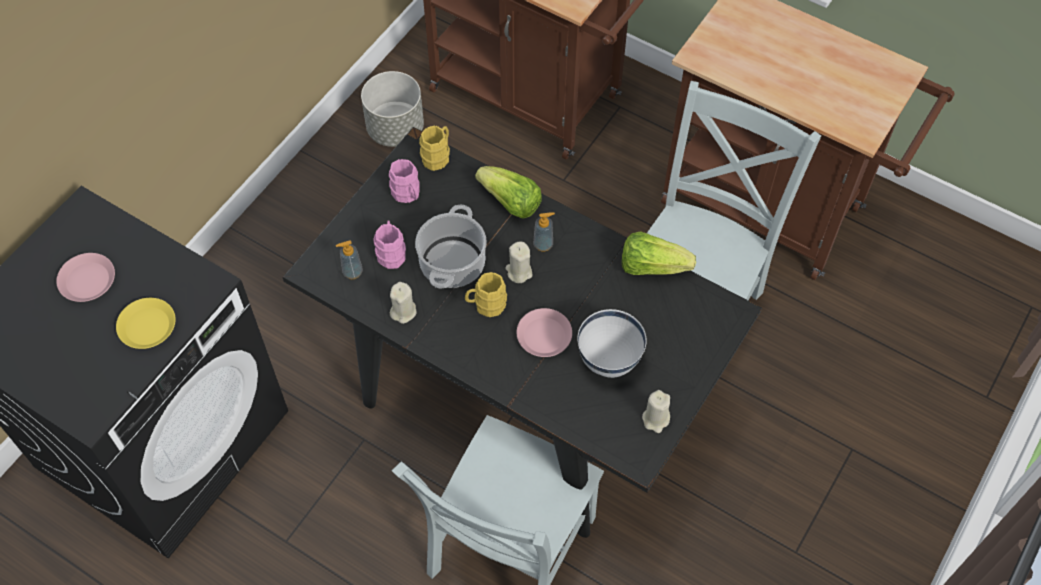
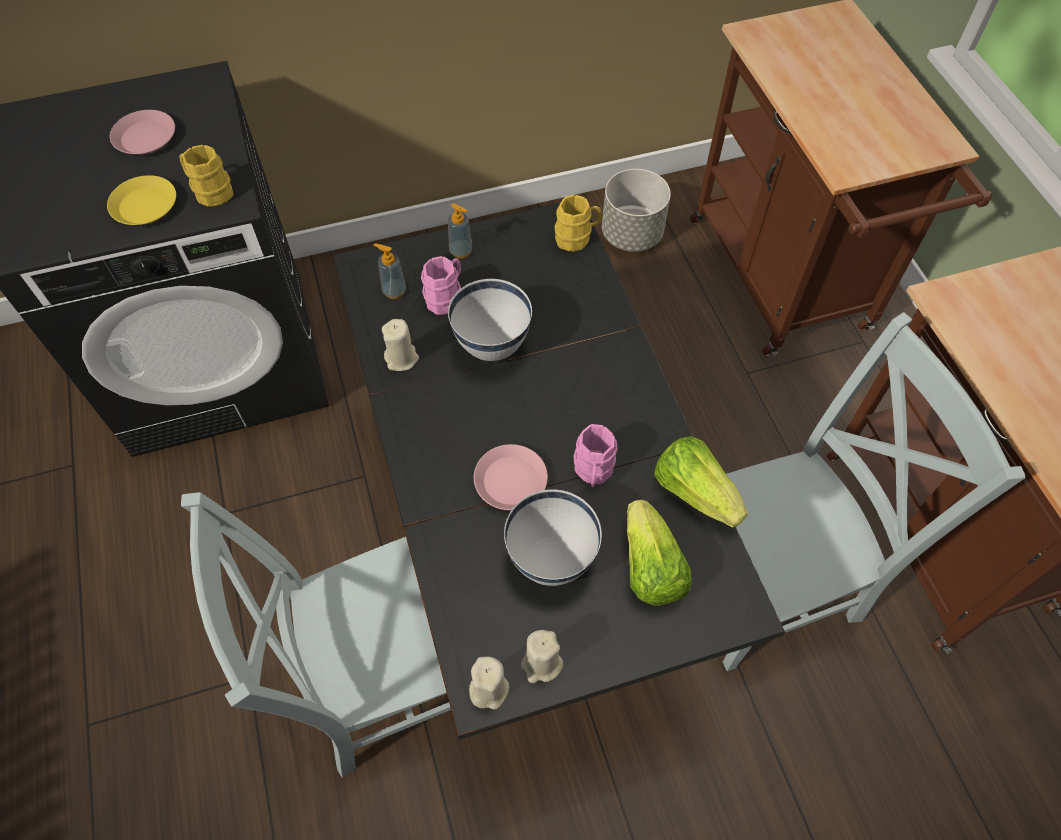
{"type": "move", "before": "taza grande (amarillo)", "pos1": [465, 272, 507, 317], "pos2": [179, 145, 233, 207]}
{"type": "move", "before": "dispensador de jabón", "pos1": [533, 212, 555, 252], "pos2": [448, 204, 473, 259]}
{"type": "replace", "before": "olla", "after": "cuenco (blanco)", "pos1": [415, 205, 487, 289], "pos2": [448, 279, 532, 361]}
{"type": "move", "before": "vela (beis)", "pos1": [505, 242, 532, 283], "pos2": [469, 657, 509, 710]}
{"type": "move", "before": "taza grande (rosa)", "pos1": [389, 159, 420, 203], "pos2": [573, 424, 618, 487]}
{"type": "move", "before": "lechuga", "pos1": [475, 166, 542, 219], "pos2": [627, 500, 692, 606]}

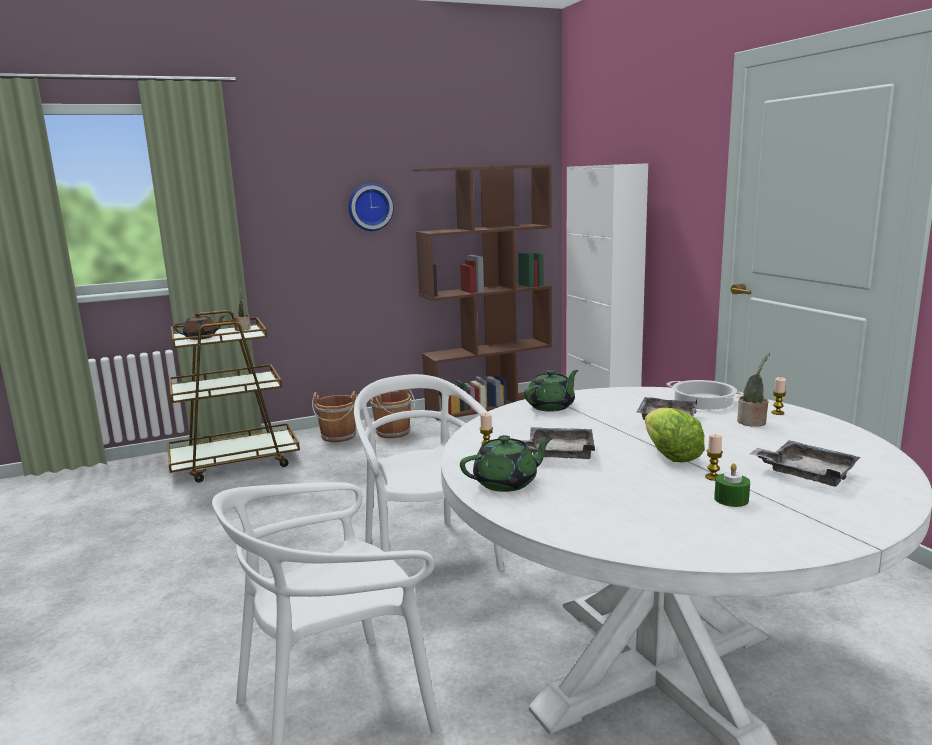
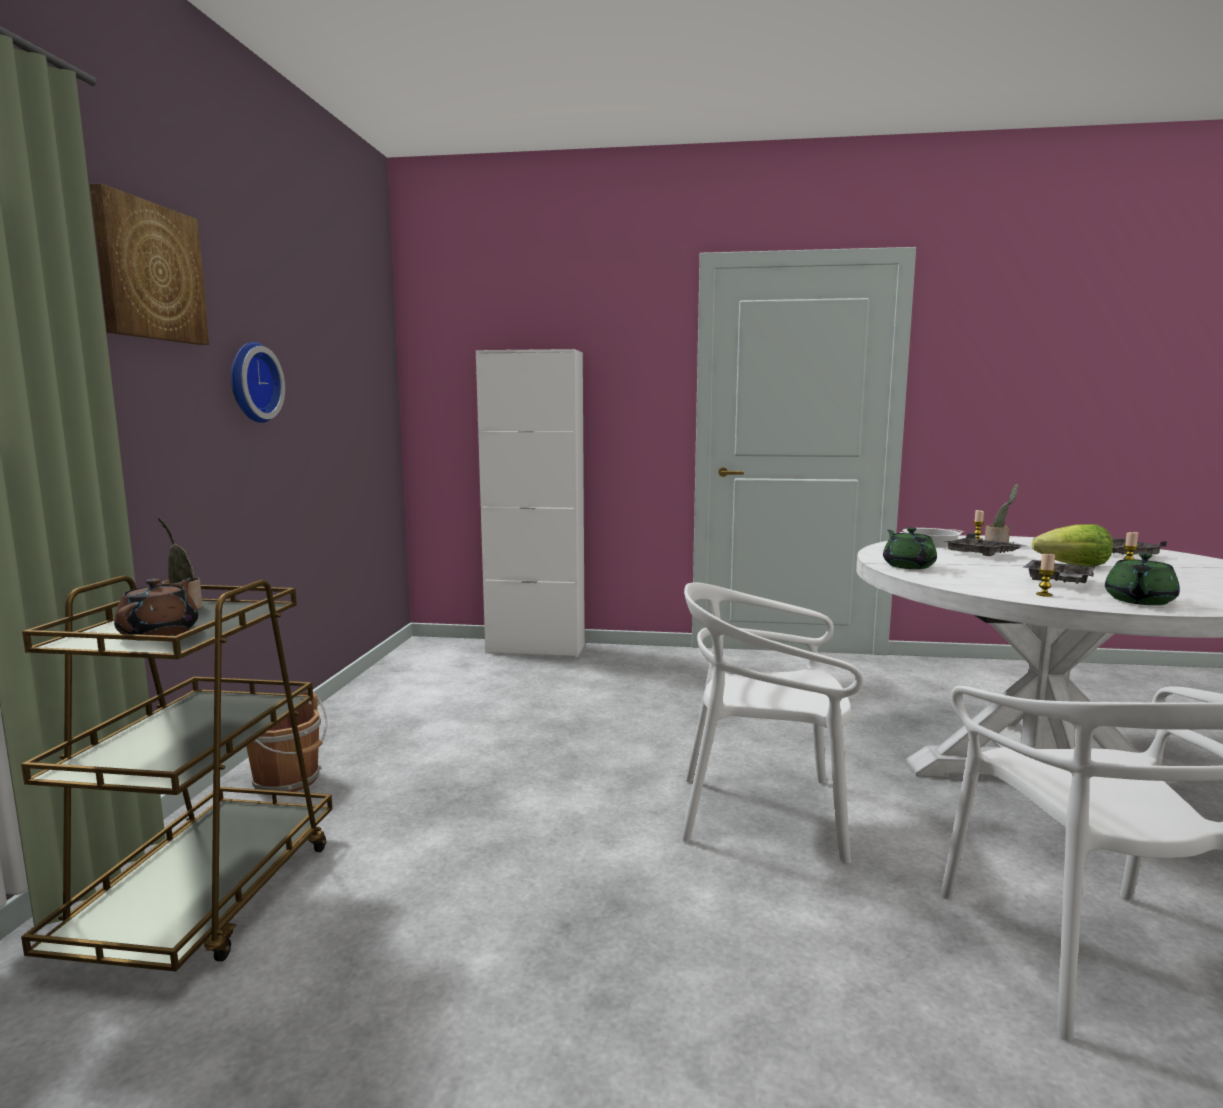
{"type": "insert", "after": "cuadro", "pos2": [90, 183, 209, 345]}
{"type": "rotate", "before": "tetera (verde)", "pos1": [460, 435, 553, 492], "pos2": [1105, 553, 1180, 605], "turn": -150}
{"type": "delete", "before": "cubo (marrón)", "pos1": [371, 389, 415, 438]}
{"type": "delete", "before": "estantería (marrón)", "pos1": [412, 164, 552, 421]}
{"type": "delete", "before": "vela (verde)", "pos1": [714, 463, 750, 507]}

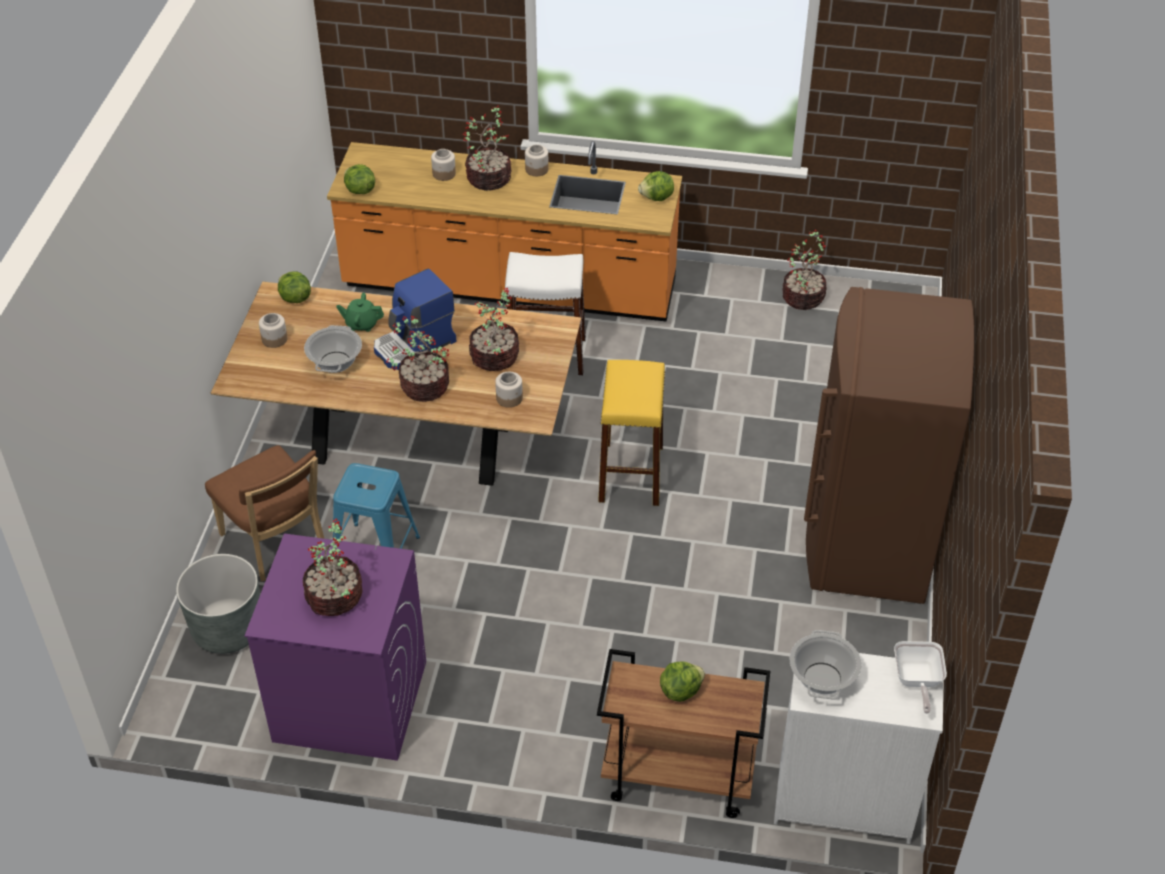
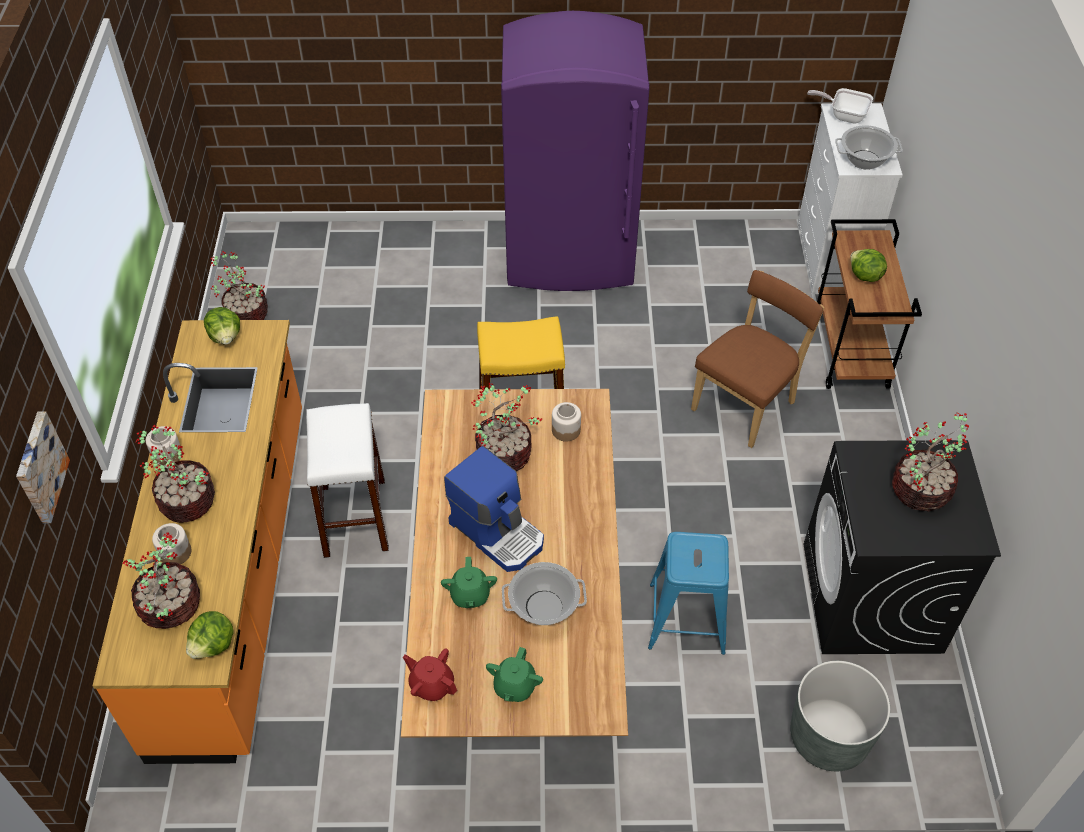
{"type": "insert", "after": "cuadro", "pos2": [16, 412, 70, 523]}
{"type": "move", "before": "planta en maceta", "pos1": [386, 316, 449, 402], "pos2": [122, 532, 200, 629]}
{"type": "replace", "before": "lechuga", "after": "tetera (rojo)", "pos1": [278, 272, 311, 303], "pos2": [403, 648, 457, 701]}
{"type": "replace", "before": "tarro", "after": "tetera (verde)", "pos1": [259, 313, 288, 348], "pos2": [486, 647, 543, 702]}
{"type": "recolor", "before": "nevera (marrón)", "after": "nevera (morado)", "pos1": [804, 287, 975, 604], "pos2": [501, 11, 650, 291]}
{"type": "move", "before": "silla (marrón)", "pos1": [205, 445, 324, 581], "pos2": [691, 270, 825, 448]}
{"type": "recolor", "before": "lavadora (morado)", "after": "lavadora (negro)", "pos1": [245, 533, 426, 761], "pos2": [803, 440, 1001, 654]}
{"type": "rotate", "before": "sartén", "pos1": [894, 641, 947, 714], "pos2": [807, 88, 873, 124], "turn": -150}

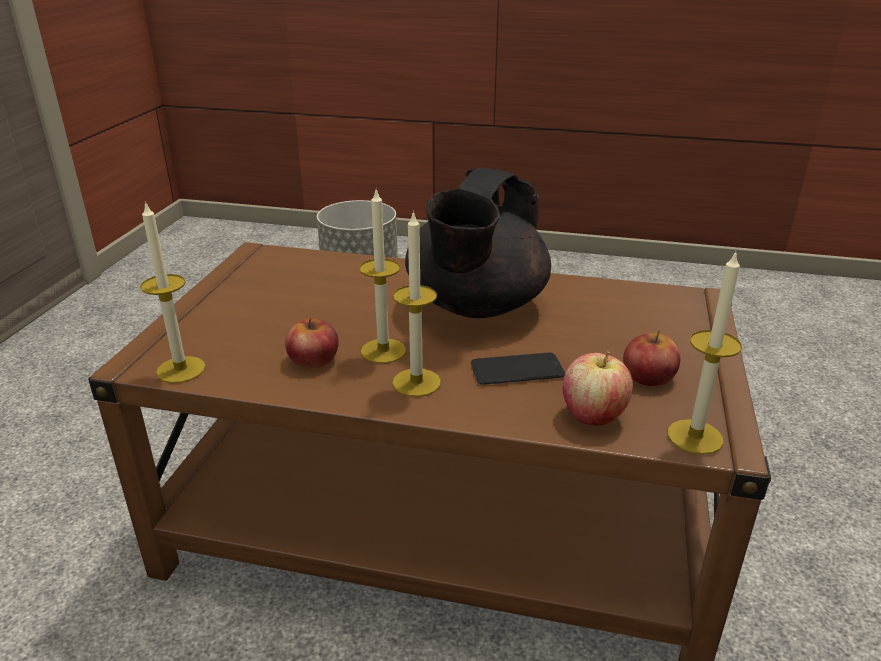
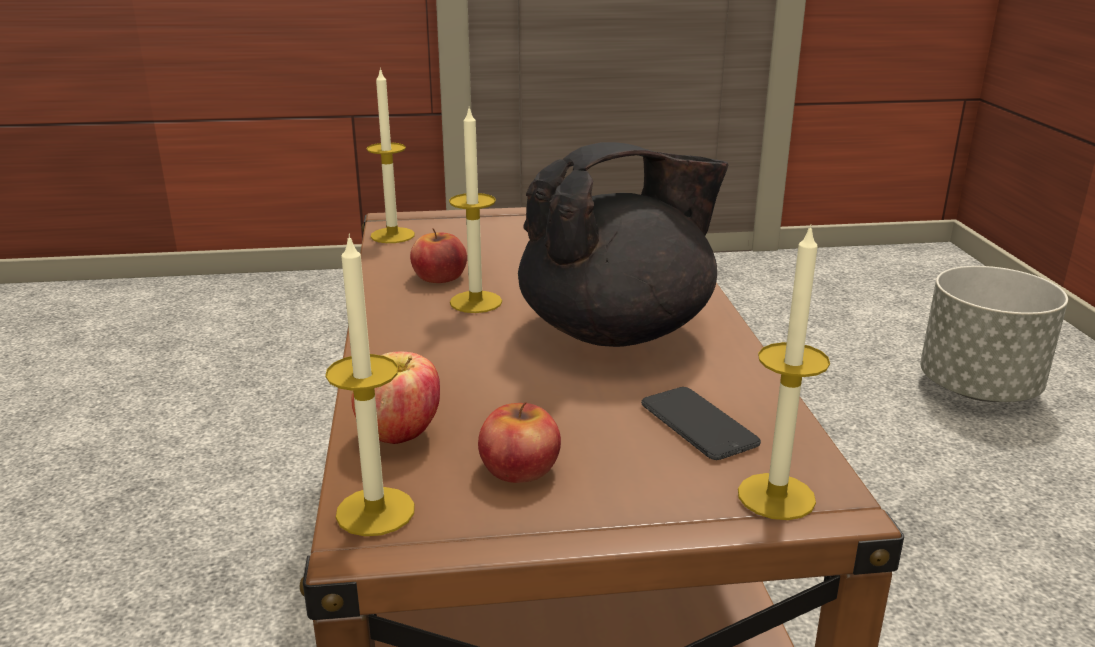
{"type": "rotate", "before": "tetera (negro)", "pos1": [405, 168, 551, 318], "pos2": [518, 142, 728, 347], "turn": 150}
{"type": "move", "before": "móvil", "pos1": [471, 353, 565, 385], "pos2": [641, 387, 761, 460]}
{"type": "move", "before": "vela", "pos1": [392, 210, 441, 397], "pos2": [738, 224, 830, 520]}

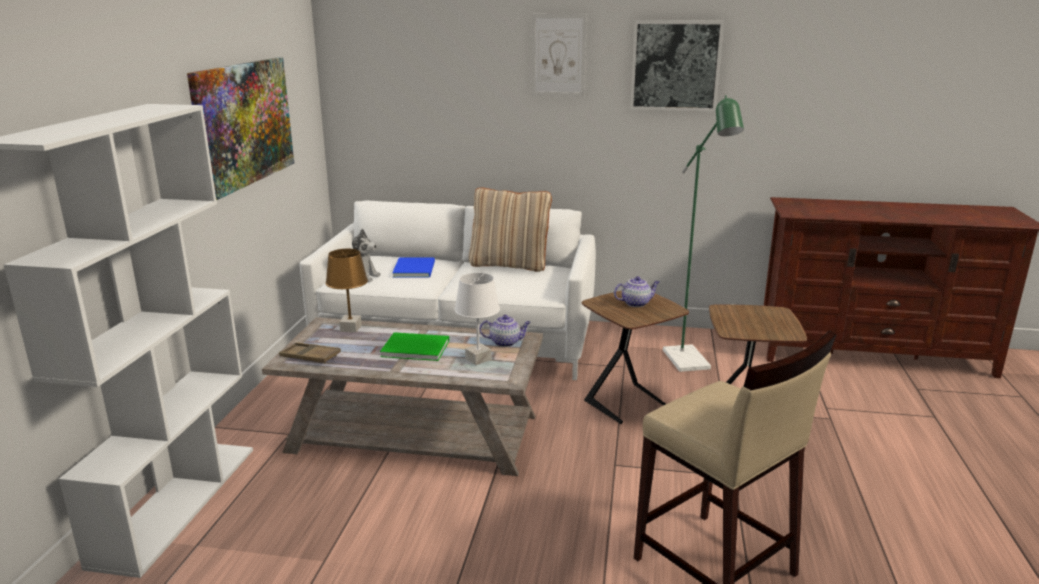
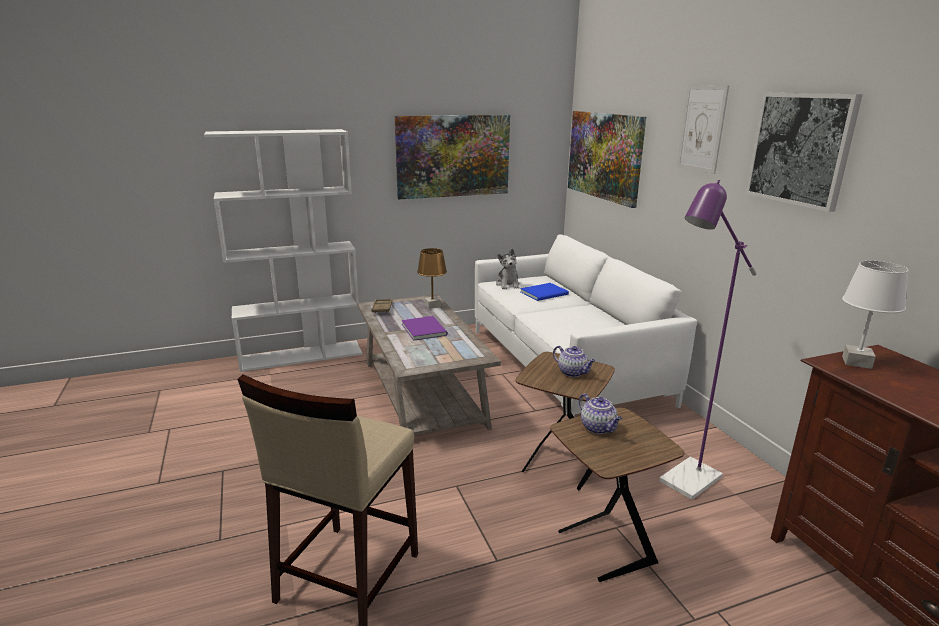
{"type": "recolor", "before": "libro (verde)", "after": "libro (morado)", "pos1": [380, 332, 449, 361], "pos2": [401, 316, 448, 341]}
{"type": "insert", "after": "cuadro", "pos2": [568, 111, 646, 208]}
{"type": "move", "before": "tetera", "pos1": [479, 315, 531, 347], "pos2": [579, 393, 622, 434]}
{"type": "recolor", "before": "lámpara de pie (verde)", "after": "lámpara de pie (morado)", "pos1": [663, 95, 744, 372], "pos2": [659, 180, 757, 500]}
{"type": "move", "before": "lámpara de mesa (blanco)", "pos1": [454, 273, 500, 365], "pos2": [842, 261, 909, 369]}
{"type": "delete", "before": "cojín (beis)", "pos1": [469, 187, 552, 272]}

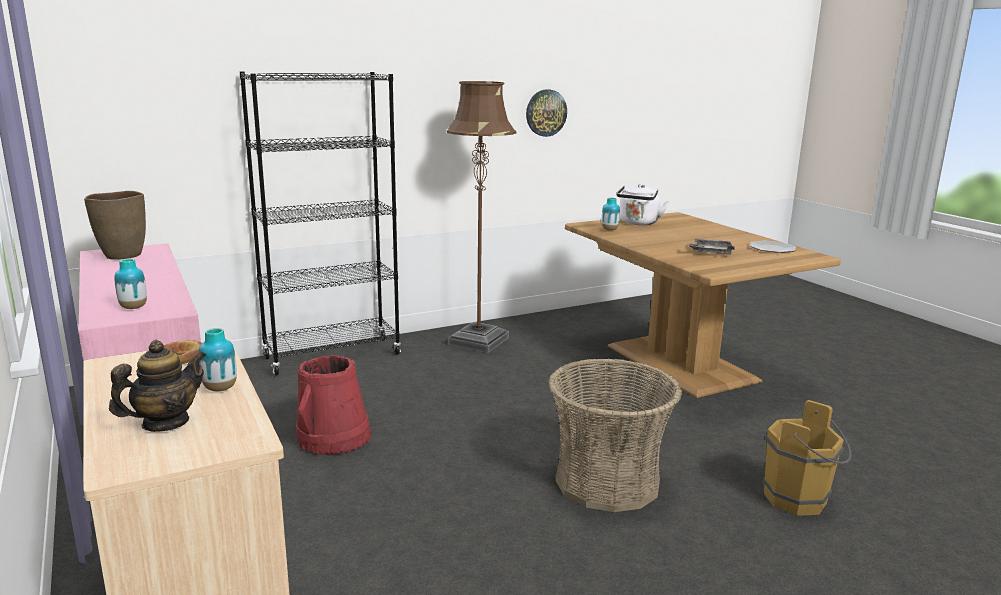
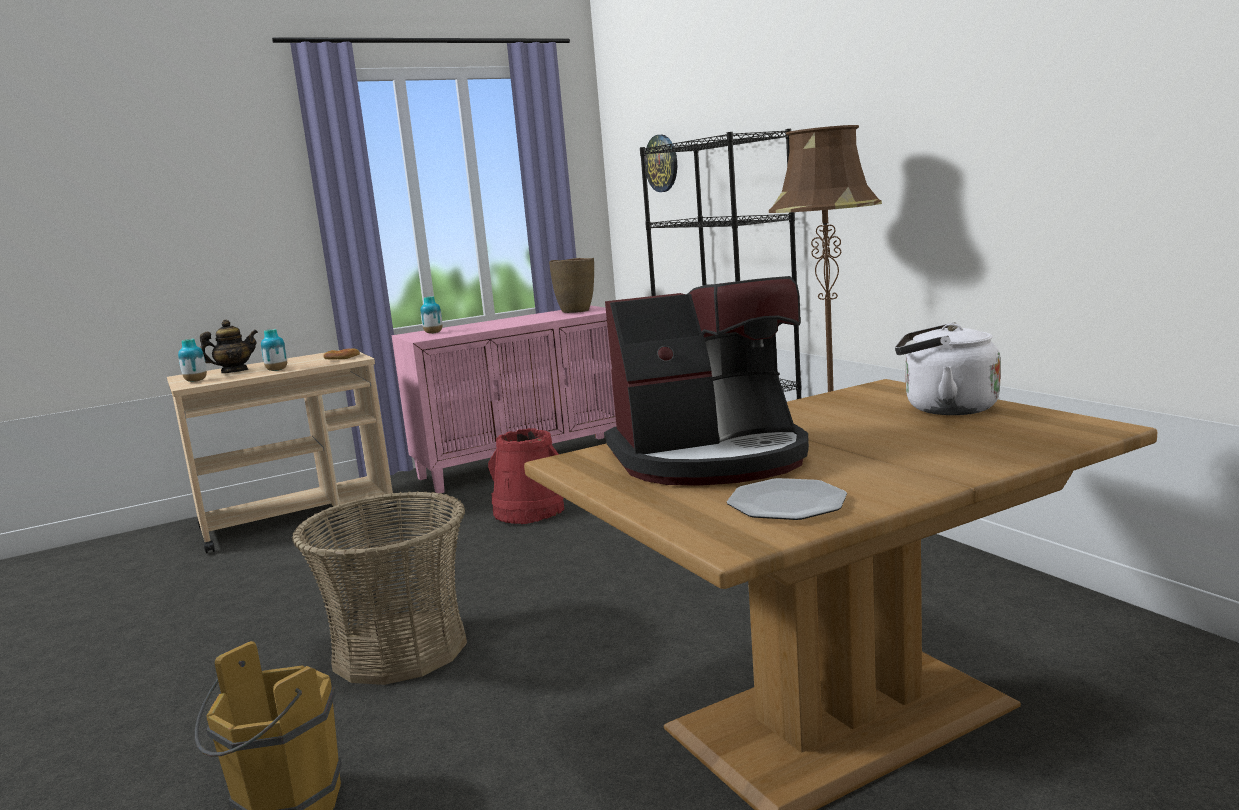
{"type": "move", "before": "florero", "pos1": [602, 198, 620, 231], "pos2": [178, 339, 207, 382]}
{"type": "rotate", "before": "tetera", "pos1": [109, 340, 206, 432], "pos2": [200, 320, 258, 373], "turn": -75}
{"type": "replace", "before": "bandeja (gris)", "after": "cafetera", "pos1": [686, 239, 734, 255], "pos2": [605, 276, 809, 486]}
{"type": "move", "before": "reloj de pared", "pos1": [526, 89, 567, 137], "pos2": [645, 135, 677, 192]}

